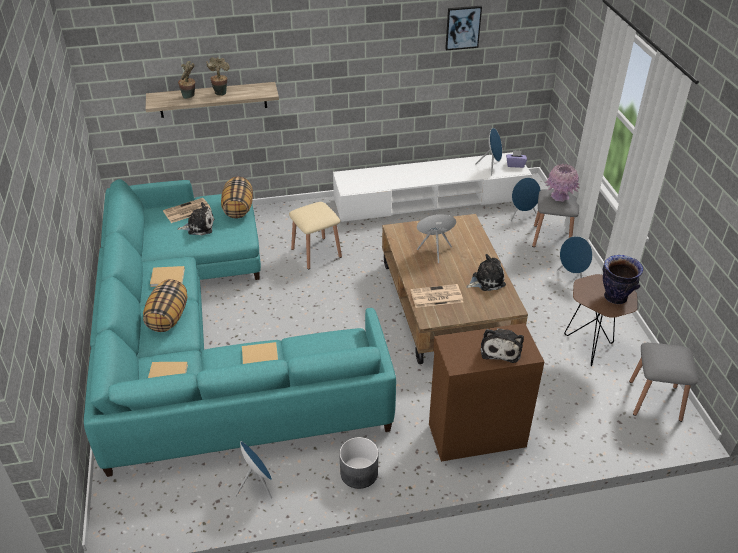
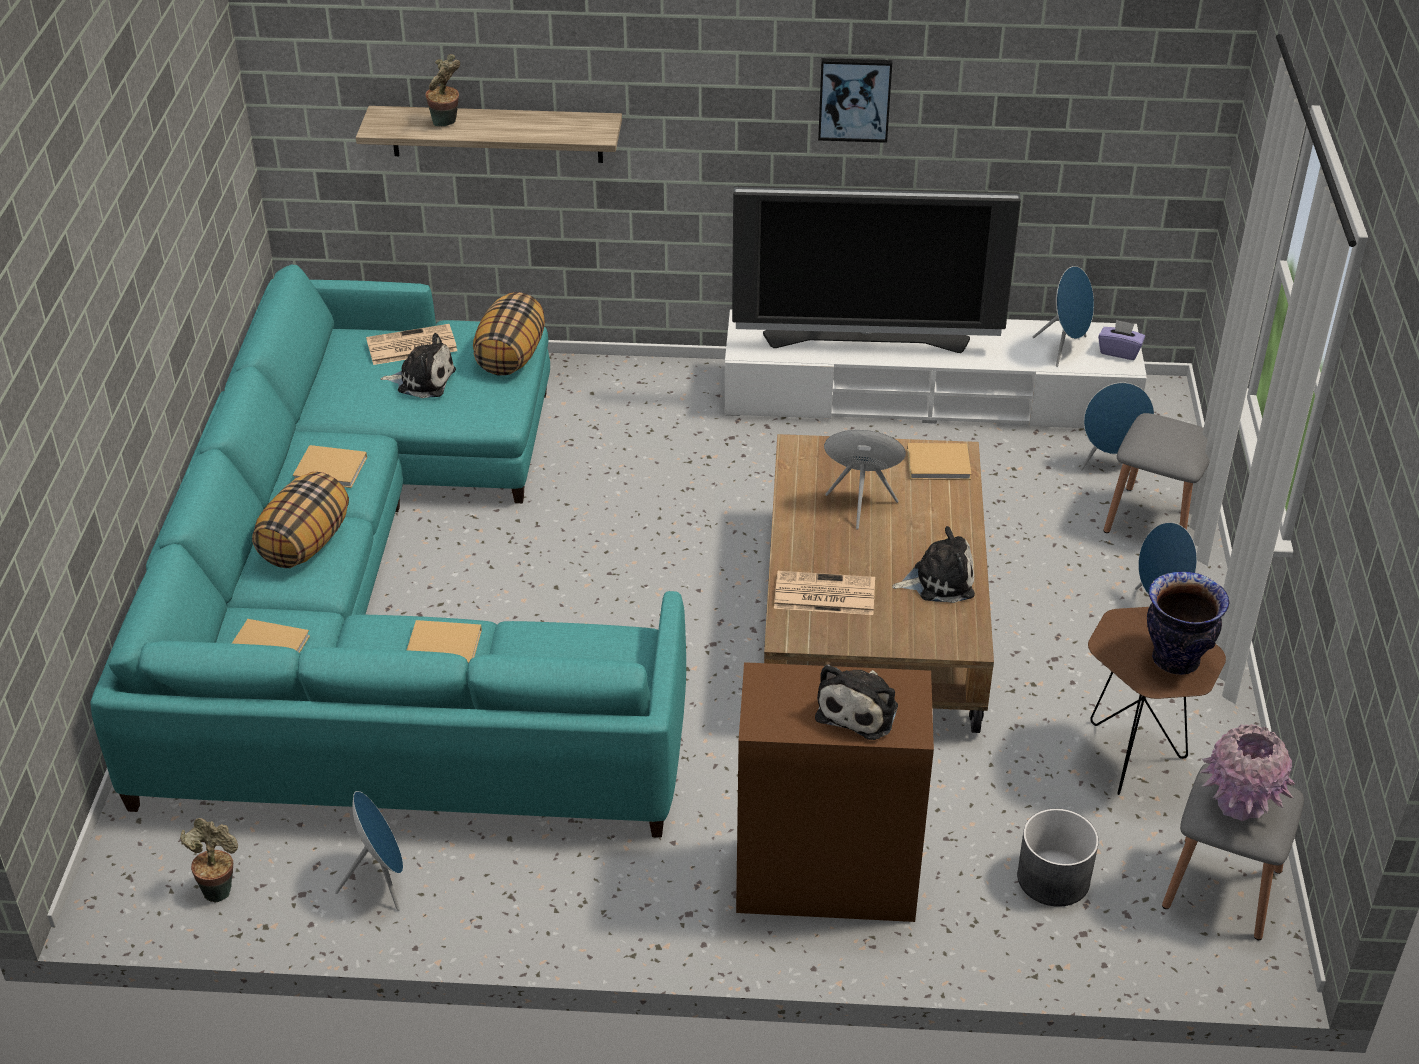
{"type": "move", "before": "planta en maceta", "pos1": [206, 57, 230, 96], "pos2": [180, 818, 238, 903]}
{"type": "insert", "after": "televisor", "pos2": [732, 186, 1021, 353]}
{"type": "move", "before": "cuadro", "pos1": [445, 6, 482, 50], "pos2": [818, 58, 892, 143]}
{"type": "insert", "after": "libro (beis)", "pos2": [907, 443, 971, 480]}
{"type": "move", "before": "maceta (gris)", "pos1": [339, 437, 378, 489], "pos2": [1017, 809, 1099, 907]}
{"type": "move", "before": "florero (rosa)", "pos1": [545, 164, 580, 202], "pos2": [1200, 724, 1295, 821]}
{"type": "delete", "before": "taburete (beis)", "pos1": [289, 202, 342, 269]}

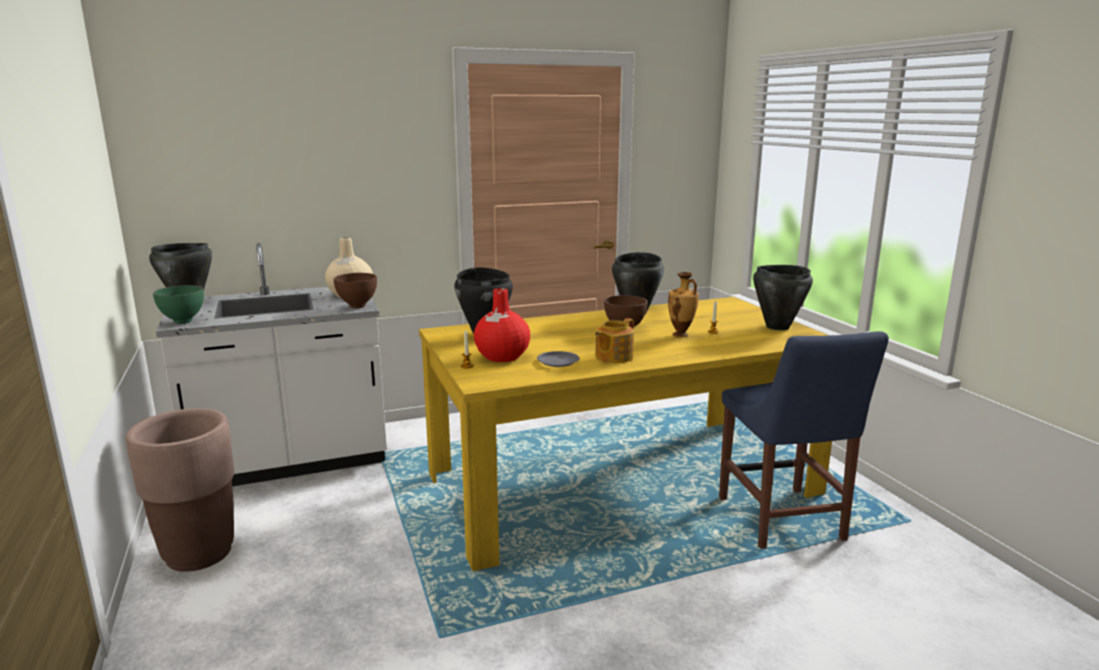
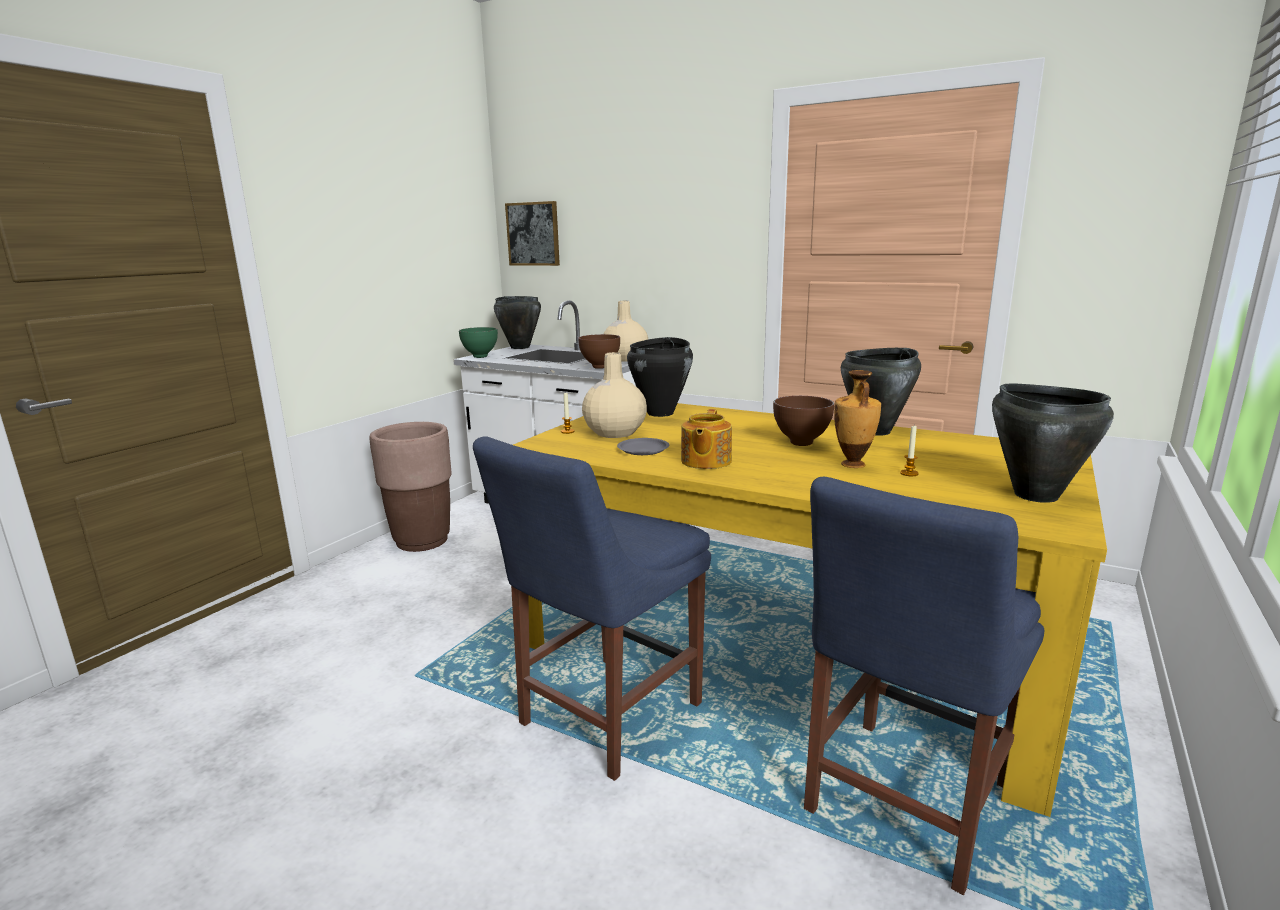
{"type": "insert", "after": "silla (azul)", "pos2": [473, 437, 711, 781]}
{"type": "insert", "after": "cuadro", "pos2": [505, 201, 560, 266]}
{"type": "recolor", "before": "florero (rojo)", "after": "florero (beis)", "pos1": [474, 288, 530, 362], "pos2": [582, 352, 647, 438]}
{"type": "rotate", "before": "tetera", "pos1": [595, 318, 634, 363], "pos2": [681, 409, 732, 469], "turn": -75}

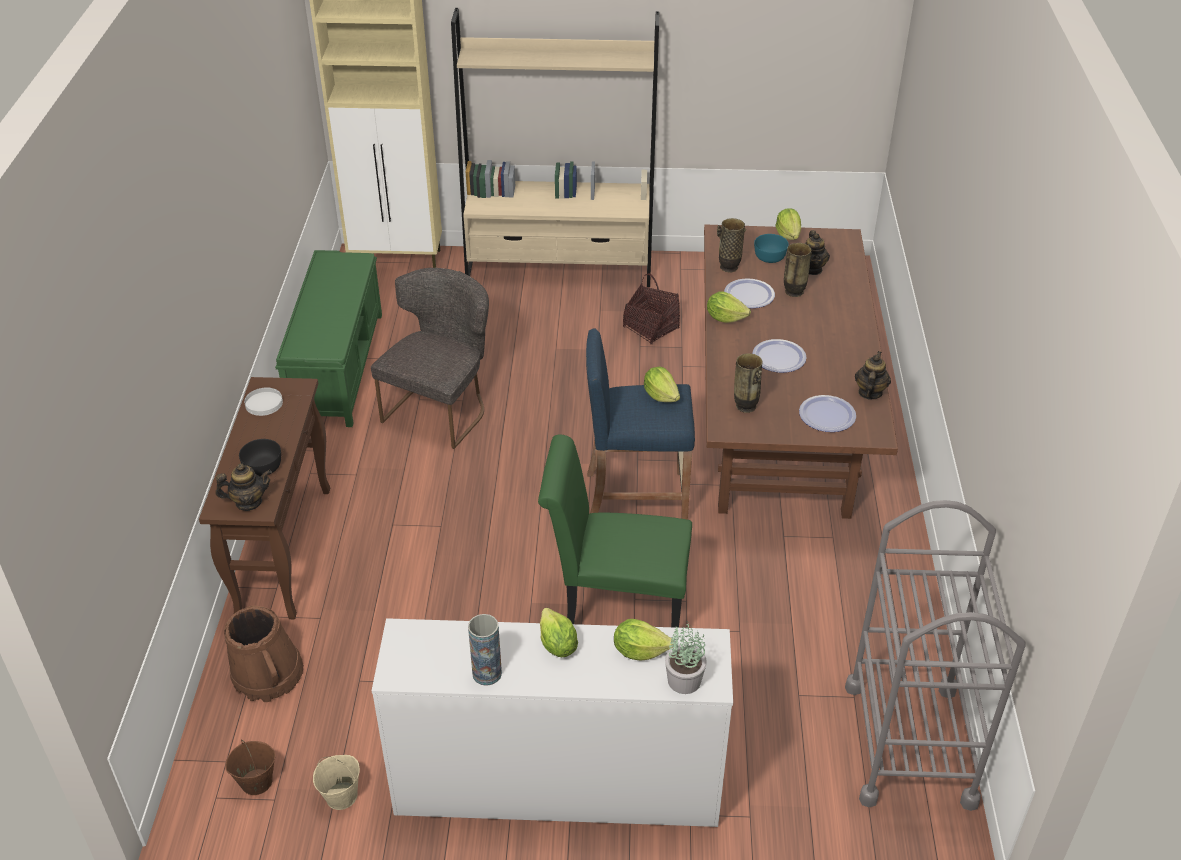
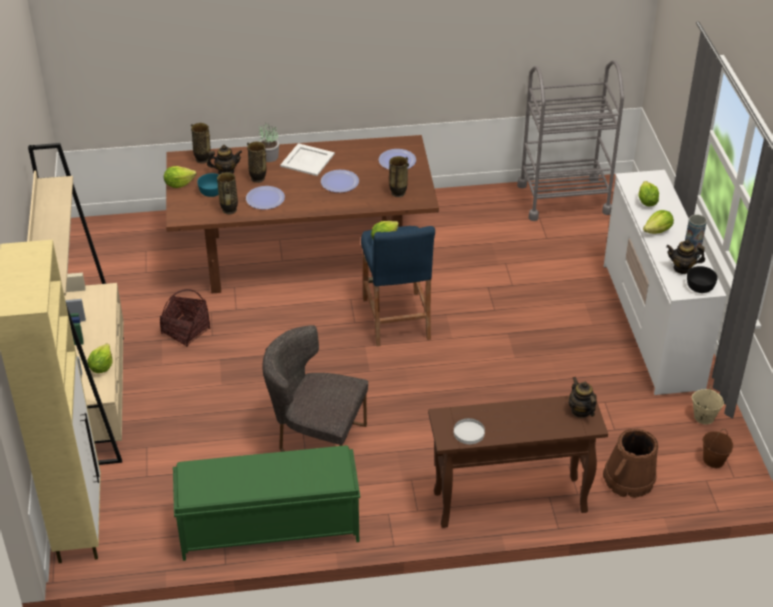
{"type": "move", "before": "lechuga", "pos1": [707, 292, 751, 323], "pos2": [87, 343, 113, 373]}
{"type": "insert", "after": "florero", "pos2": [191, 123, 211, 164]}
{"type": "move", "before": "planta en maceta", "pos1": [665, 621, 707, 694], "pos2": [259, 123, 279, 162]}
{"type": "insert", "after": "bandeja (blanco)", "pos2": [280, 143, 335, 176]}
{"type": "move", "before": "tetera", "pos1": [855, 351, 891, 400], "pos2": [666, 239, 705, 274]}
{"type": "move", "before": "cuenco (negro)", "pos1": [239, 439, 281, 476], "pos2": [687, 266, 718, 293]}
{"type": "delete", "before": "silla (verde)", "pos1": [538, 435, 692, 628]}

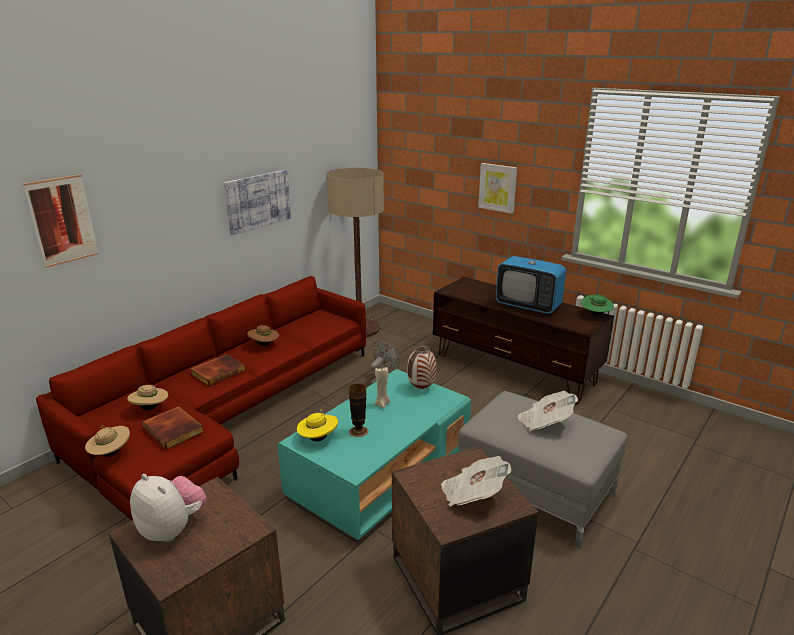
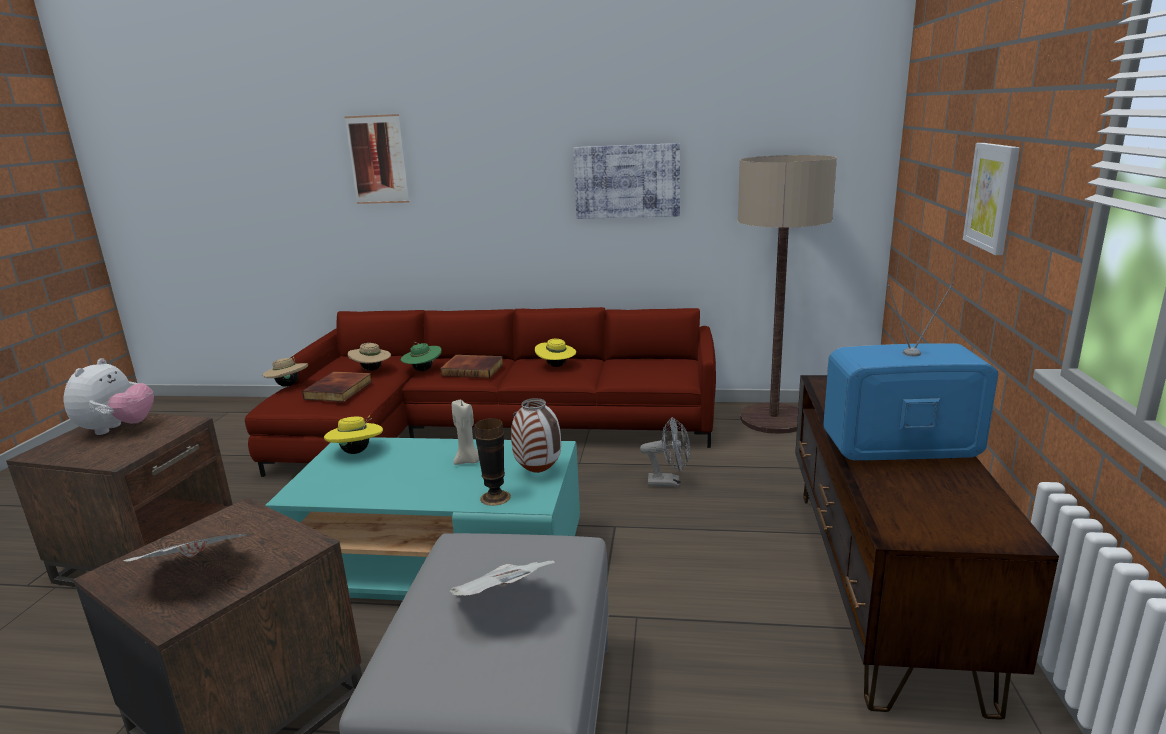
{"type": "move", "before": "sombrero (verde)", "pos1": [581, 294, 614, 316], "pos2": [401, 342, 442, 371]}
{"type": "move", "before": "florero", "pos1": [349, 384, 368, 437], "pos2": [475, 418, 511, 506]}
{"type": "recolor", "before": "sombrero (marrón)", "after": "sombrero (amarillo)", "pos1": [247, 325, 279, 346], "pos2": [535, 339, 576, 367]}
{"type": "rotate", "before": "televisor", "pos1": [496, 232, 566, 314], "pos2": [823, 283, 998, 461], "turn": 90}

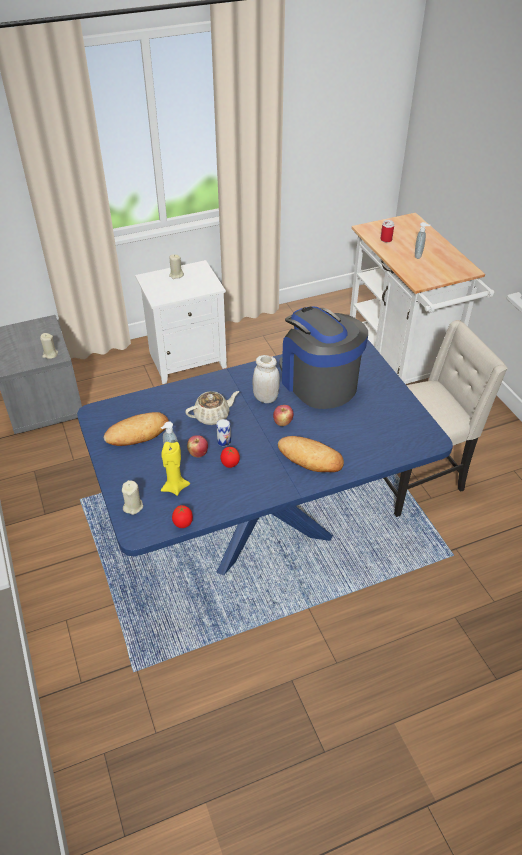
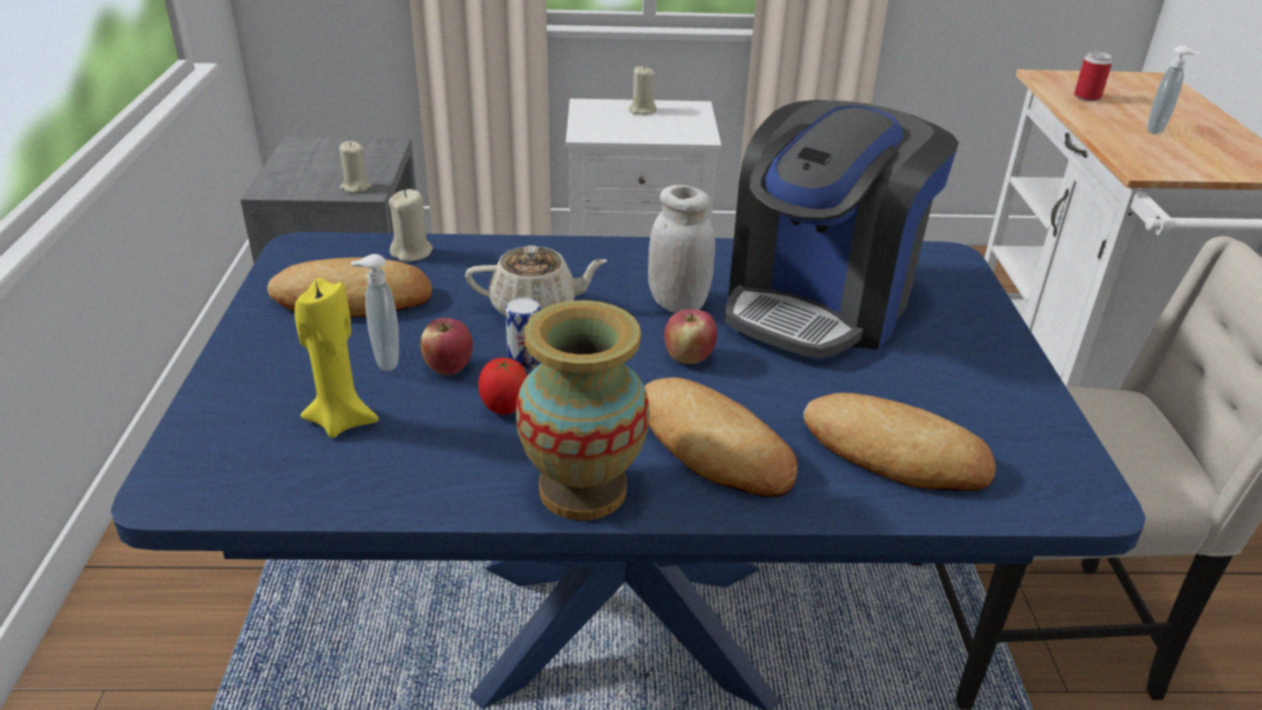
{"type": "move", "before": "vela (beis)", "pos1": [122, 480, 143, 515], "pos2": [389, 189, 433, 262]}
{"type": "insert", "after": "florero", "pos2": [516, 300, 650, 520]}
{"type": "rotate", "before": "cafetera", "pos1": [280, 306, 368, 409], "pos2": [725, 100, 959, 360], "turn": -135}
{"type": "insert", "after": "pan", "pos2": [804, 393, 996, 491]}
{"type": "delete", "before": "tomate", "pos1": [172, 505, 193, 528]}

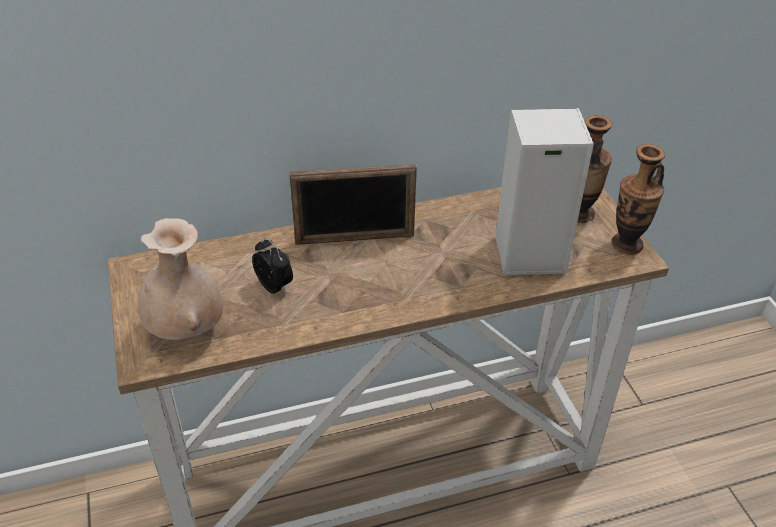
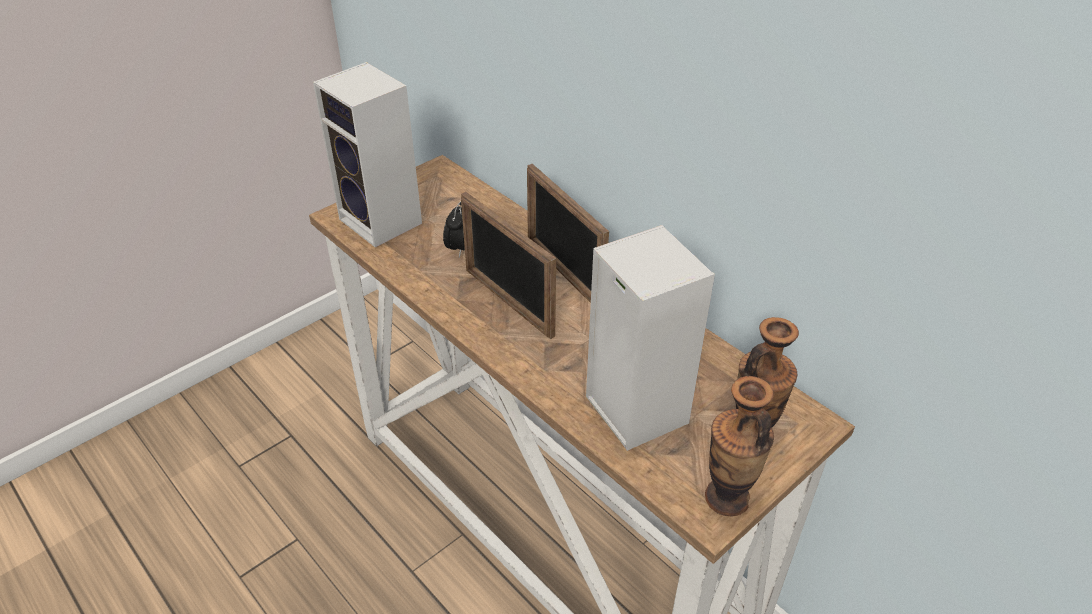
{"type": "replace", "before": "florero (beis)", "after": "altavoz", "pos1": [138, 218, 223, 340], "pos2": [313, 62, 422, 248]}
{"type": "insert", "after": "portarretratos", "pos2": [461, 192, 556, 339]}

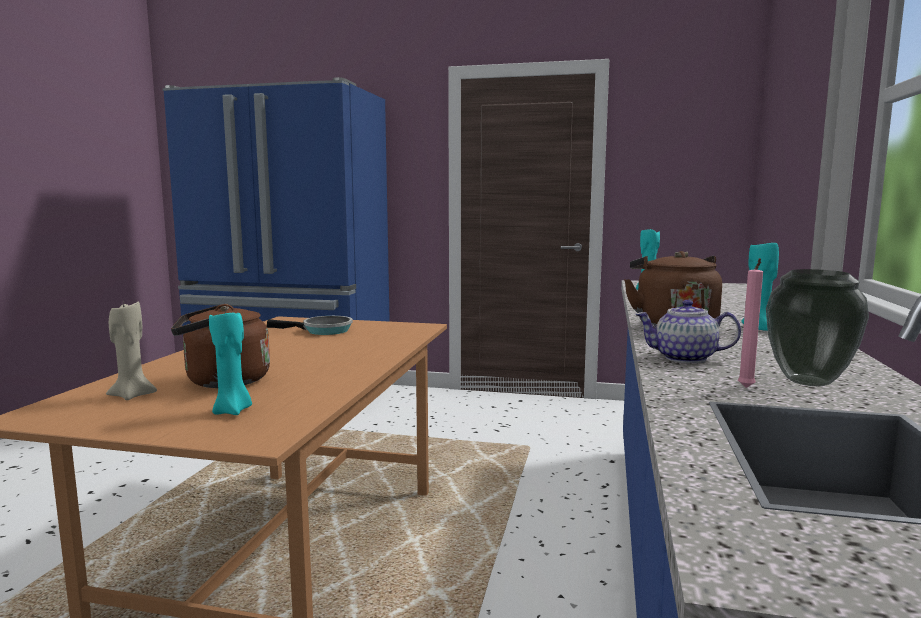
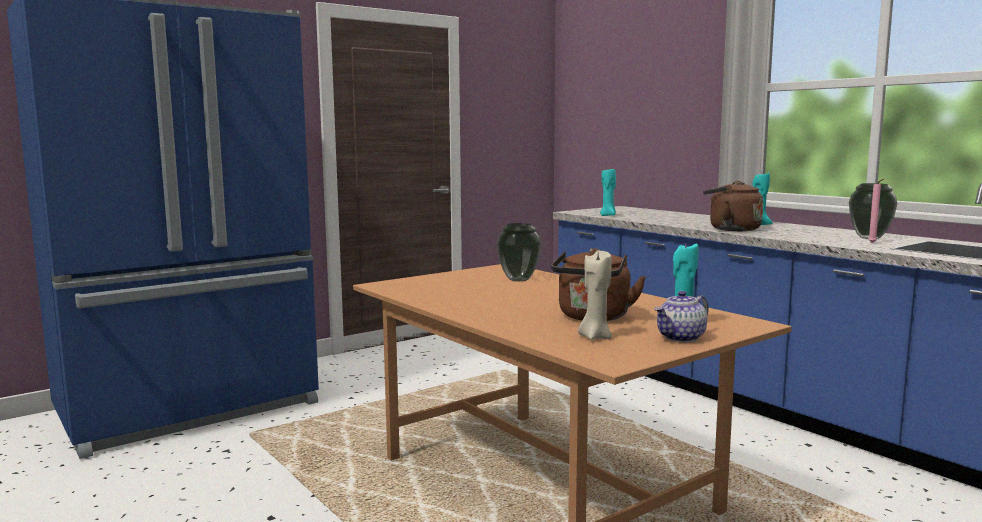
{"type": "insert", "after": "florero", "pos2": [497, 223, 542, 282]}
{"type": "move", "before": "tetera", "pos1": [635, 300, 741, 363], "pos2": [654, 291, 709, 342]}
{"type": "delete", "before": "sartén", "pos1": [267, 316, 353, 335]}

